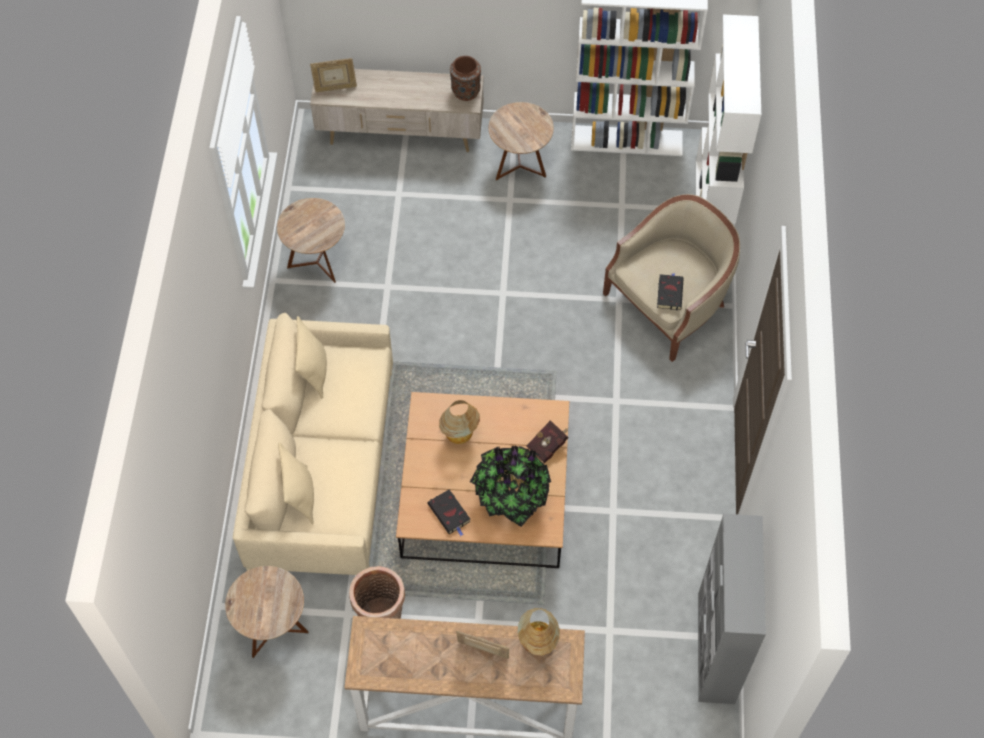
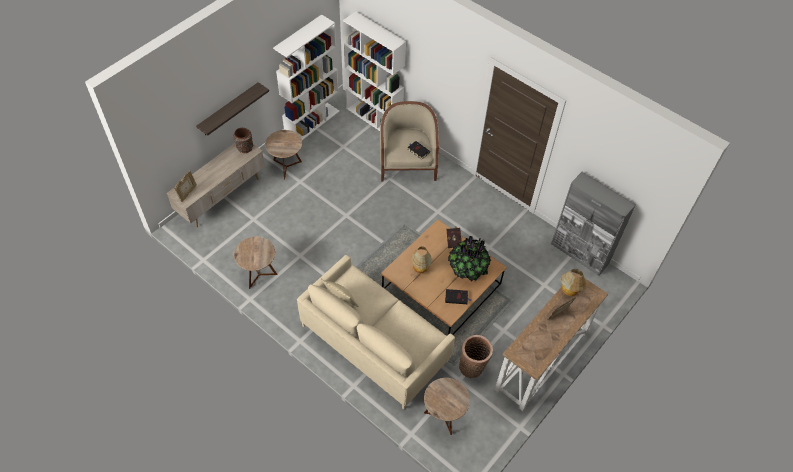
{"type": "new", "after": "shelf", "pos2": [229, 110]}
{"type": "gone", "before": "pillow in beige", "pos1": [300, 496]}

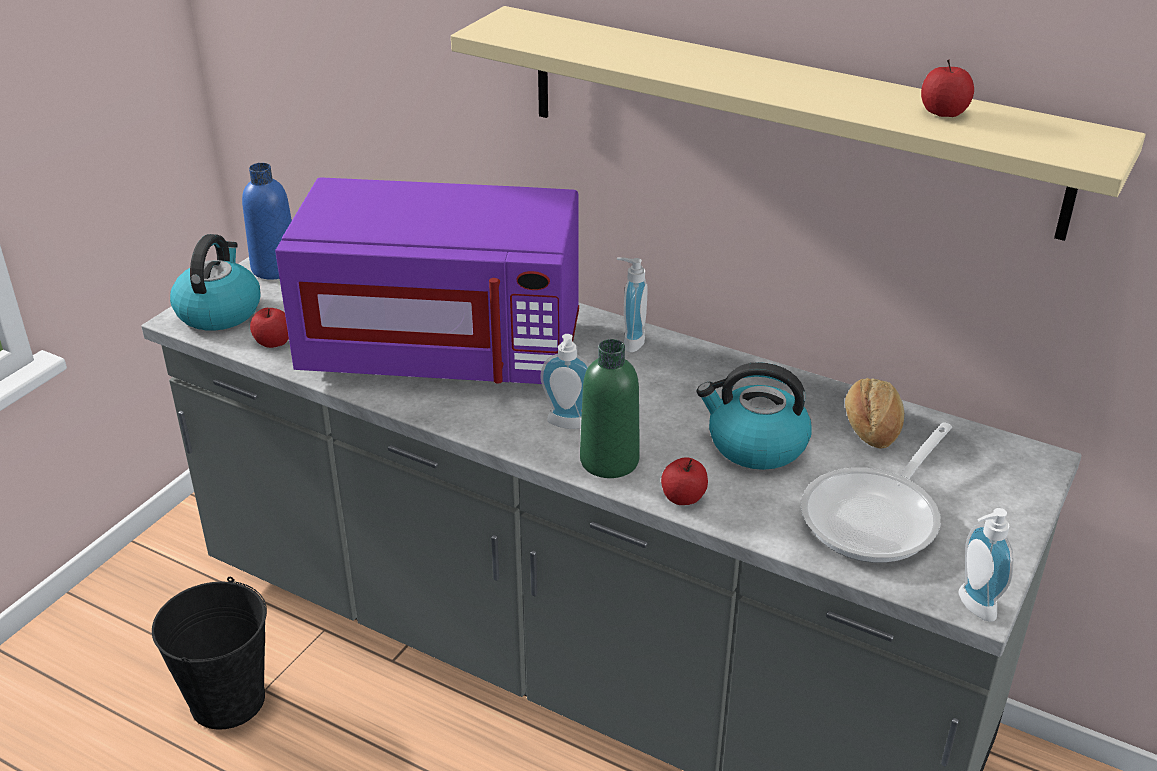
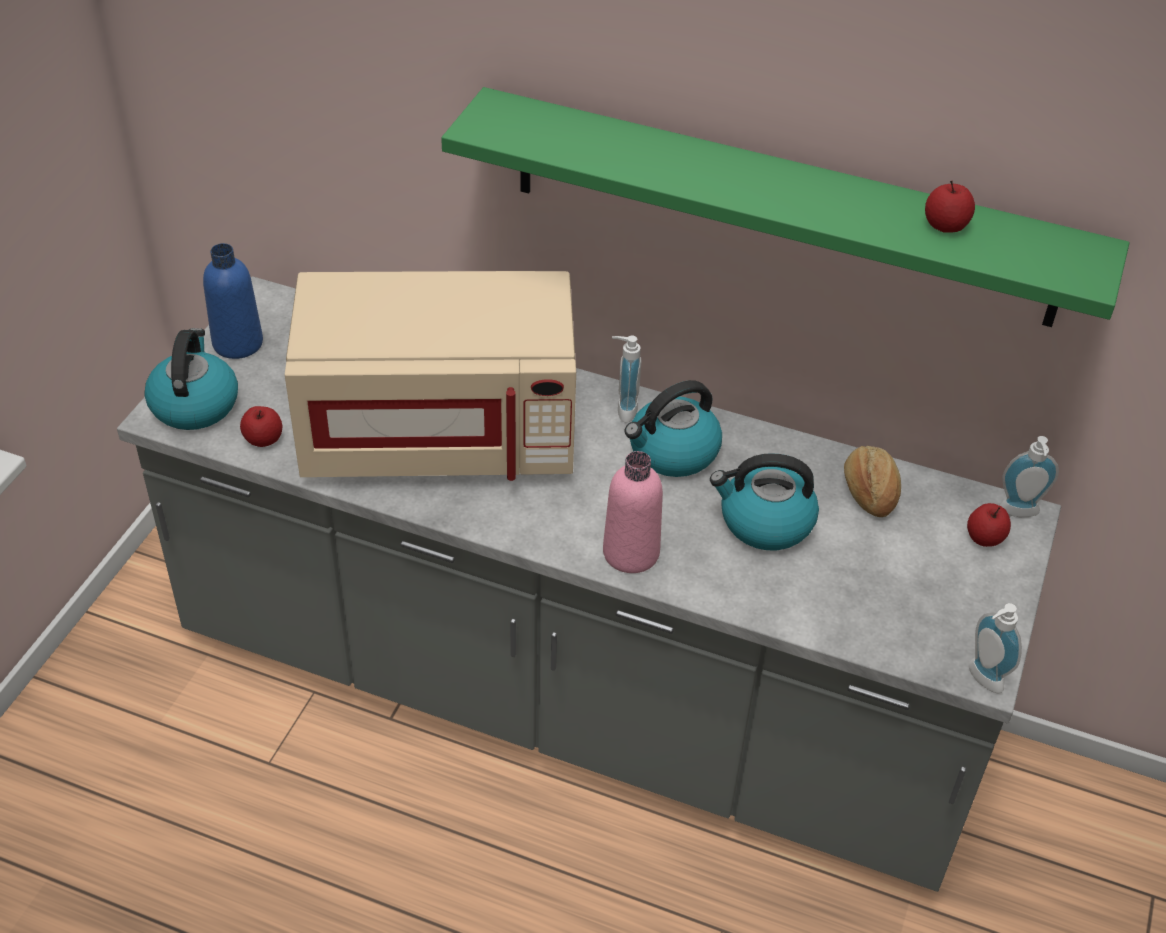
{"type": "repainted", "before": "microwave in purple", "after": "microwave in beige", "pos1": [444, 349], "pos2": [440, 434]}
{"type": "repainted", "before": "shelf in beige", "after": "shelf in green", "pos1": [785, 118], "pos2": [782, 208]}
{"type": "repainted", "before": "bottle in green", "after": "bottle in pink", "pos1": [609, 461], "pos2": [631, 553]}
{"type": "new", "after": "kettle", "pos2": [672, 452]}
{"type": "shifted", "before": "apple", "pos1": [683, 498], "pos2": [984, 538]}
{"type": "shifted", "before": "soap dispenser", "pos1": [566, 425], "pos2": [1019, 513]}
{"type": "gone", "before": "bucket in black", "pos1": [227, 700]}
{"type": "gone", "before": "frying pan", "pos1": [877, 516]}

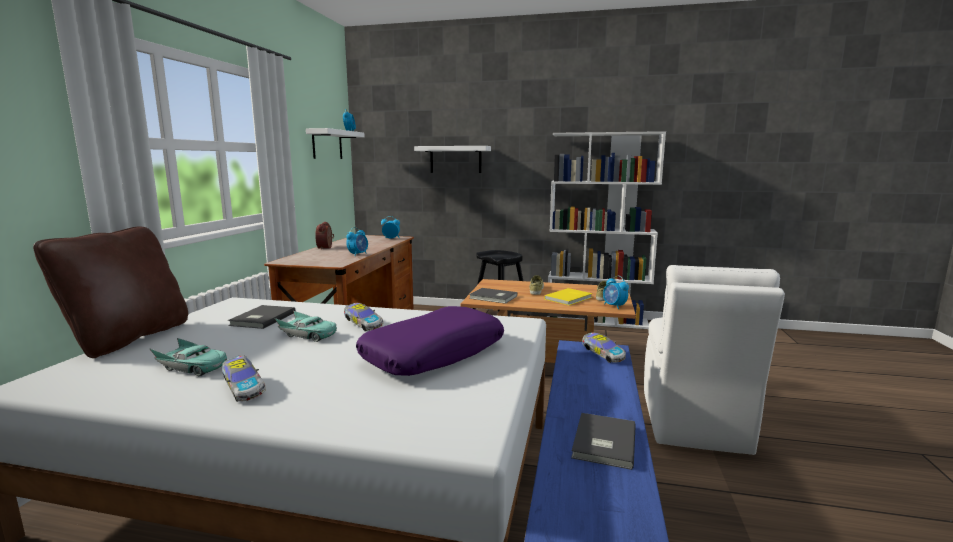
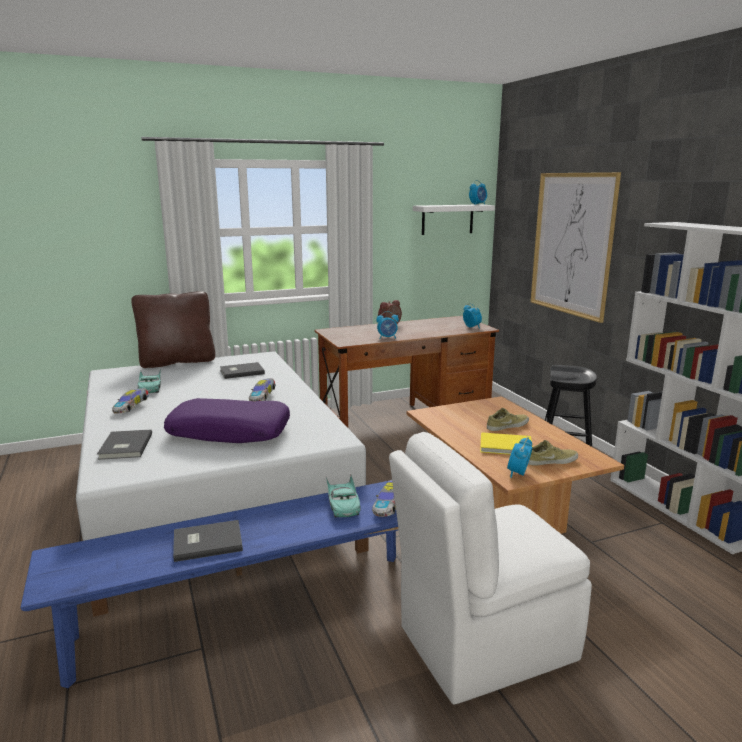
{"type": "shifted", "before": "book in grey", "pos1": [493, 297], "pos2": [124, 447]}
{"type": "shifted", "before": "toy car in turquoise", "pos1": [307, 335], "pos2": [343, 505]}
{"type": "swapped", "before": "shelf in white", "after": "picture", "pos1": [455, 159], "pos2": [572, 244]}

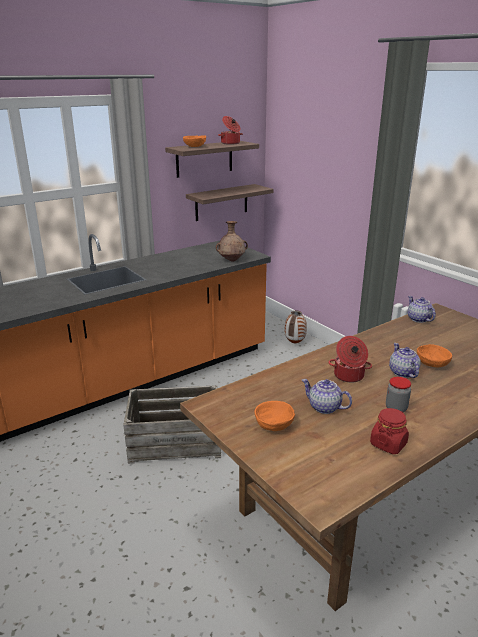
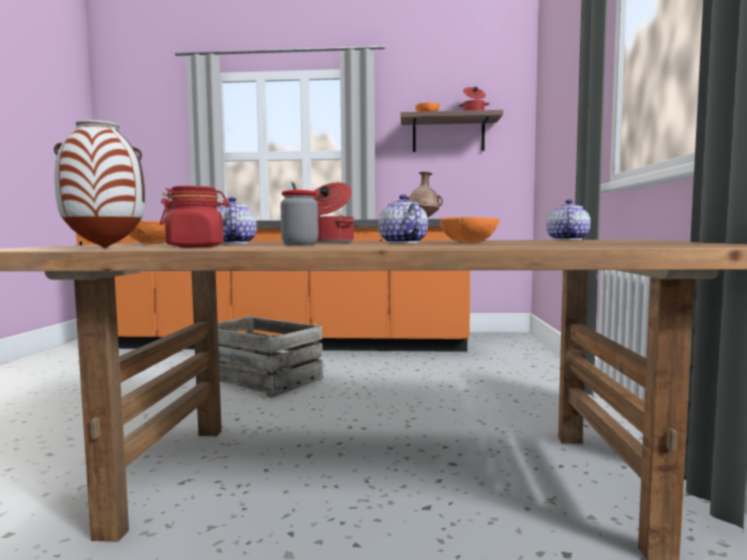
{"type": "shifted", "before": "vase", "pos1": [294, 343], "pos2": [106, 248]}
{"type": "rotated", "before": "teapot", "pos1": [403, 373], "pos2": [402, 242], "turn": -45}
{"type": "gone", "before": "shelf", "pos1": [221, 202]}

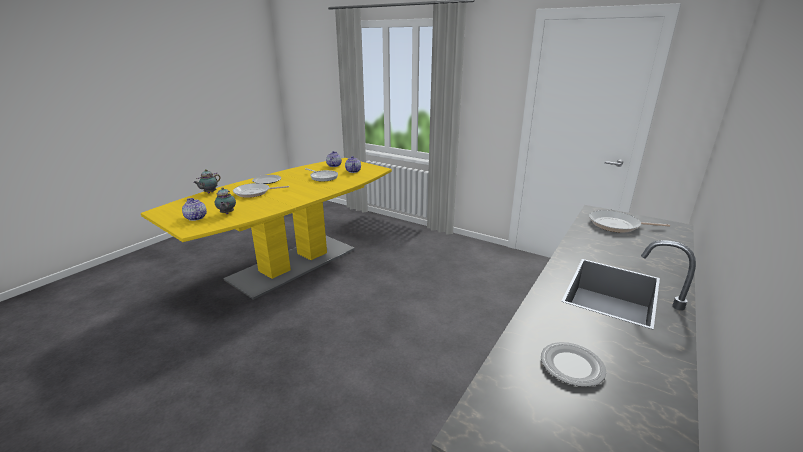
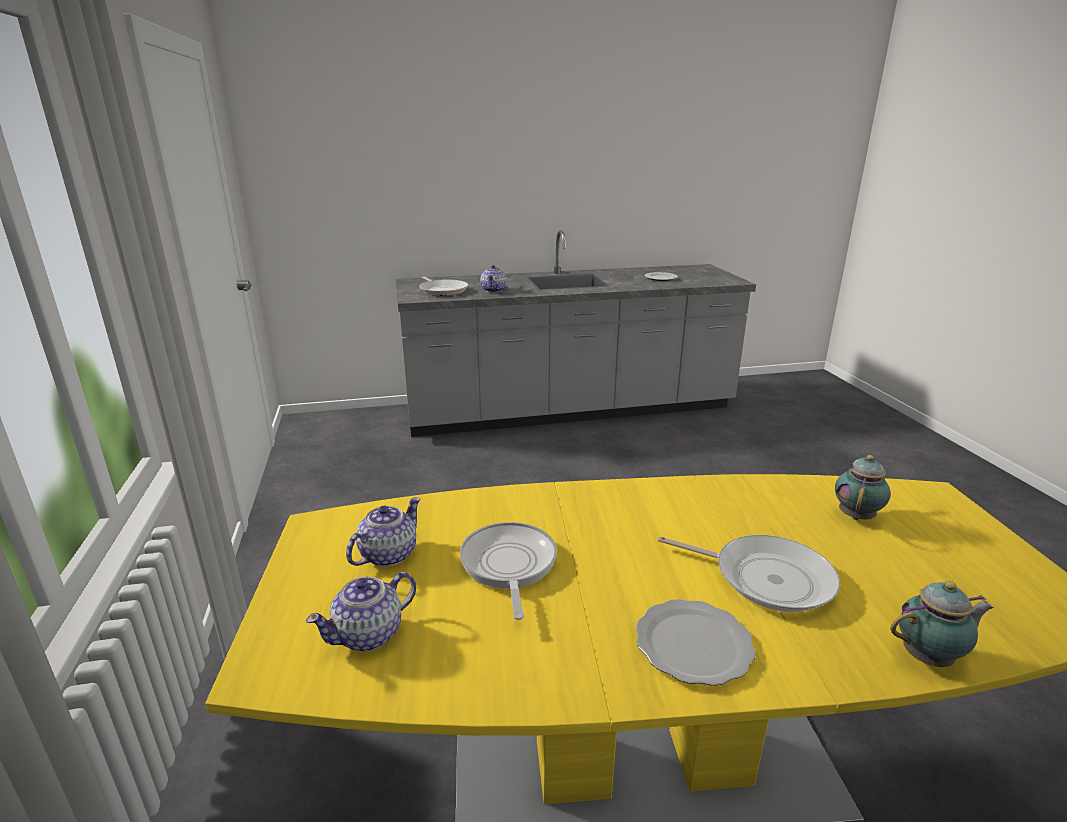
{"type": "shifted", "before": "teapot", "pos1": [195, 218], "pos2": [494, 290]}

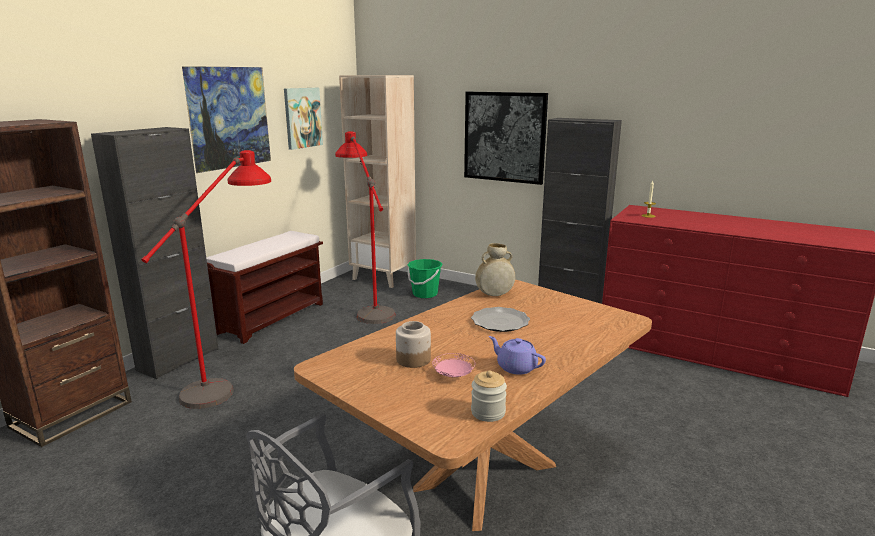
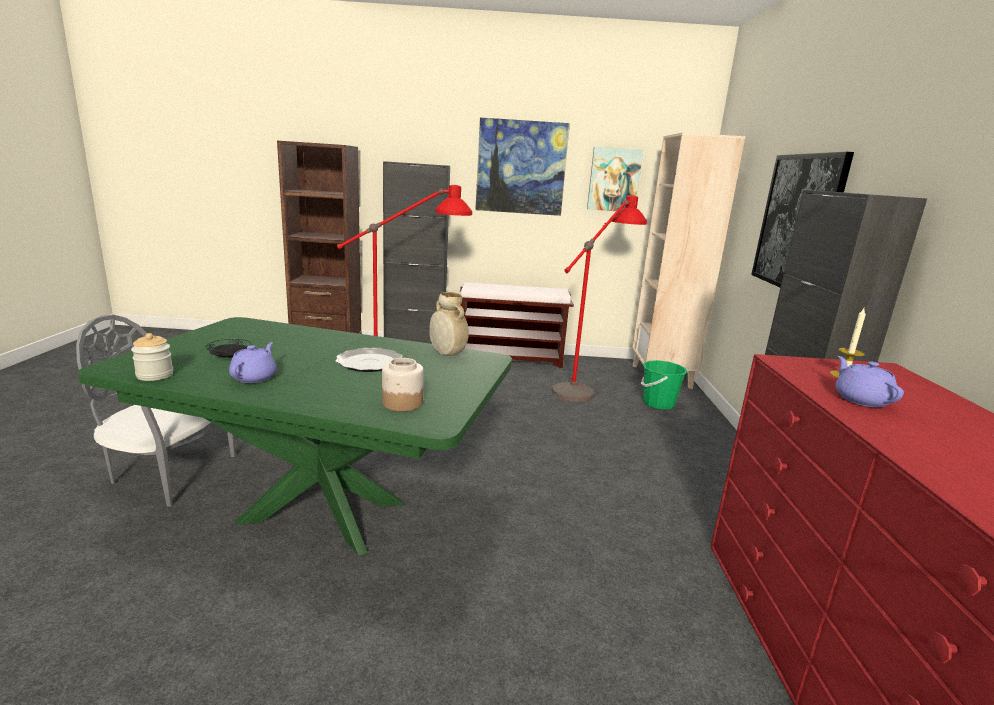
{"type": "repainted", "before": "dining table in brown", "after": "dining table in green", "pos1": [484, 476], "pos2": [322, 511]}
{"type": "repainted", "before": "plate in pink", "after": "plate in black", "pos1": [453, 376], "pos2": [229, 358]}
{"type": "shifted", "before": "jar", "pos1": [413, 360], "pos2": [402, 403]}
{"type": "new", "after": "teapot in purple", "pos2": [861, 399]}

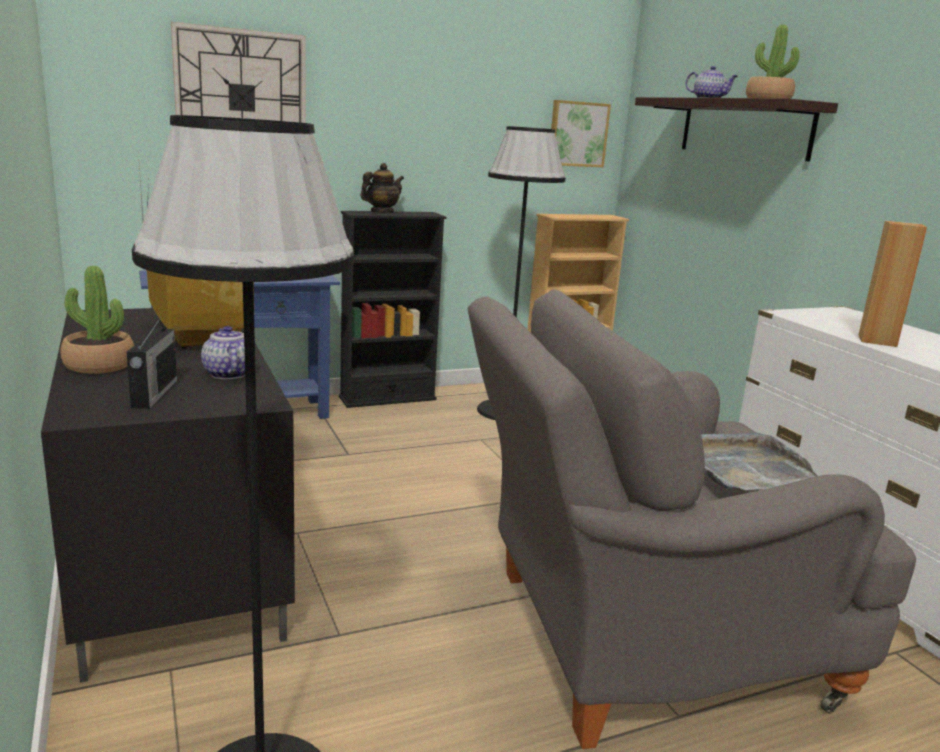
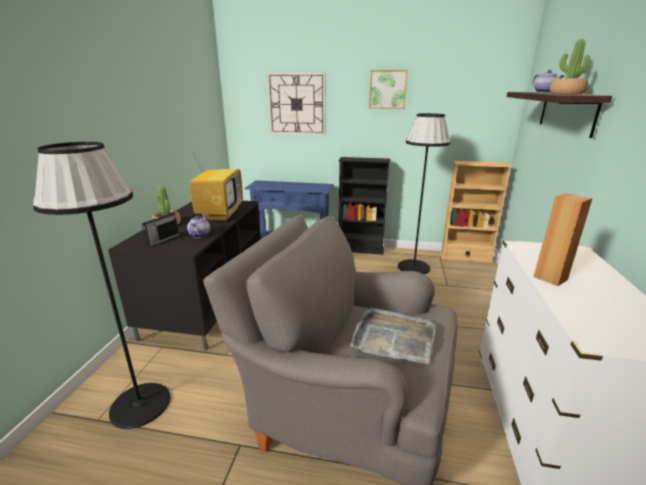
{"type": "shifted", "before": "picture", "pos1": [577, 134], "pos2": [388, 89]}
{"type": "gone", "before": "teapot", "pos1": [381, 212]}

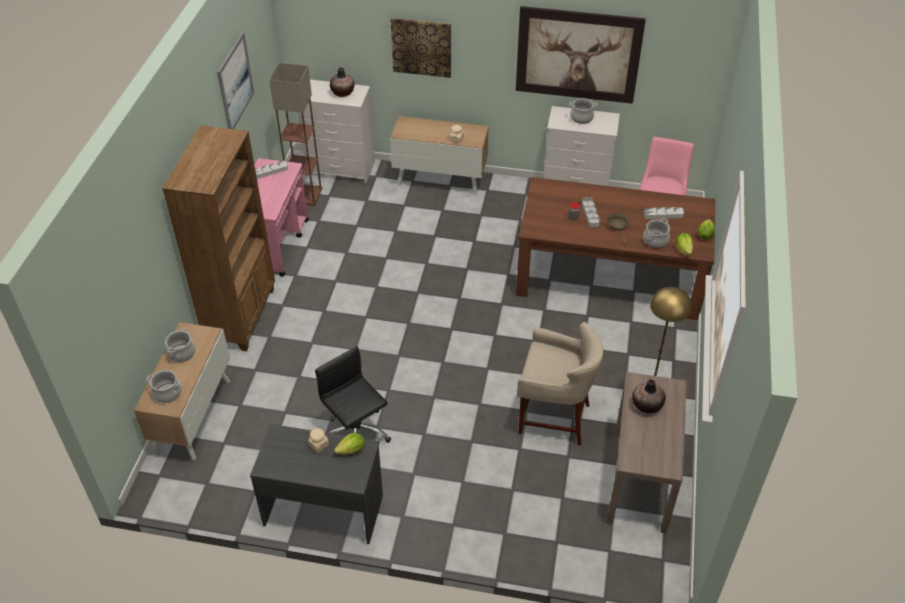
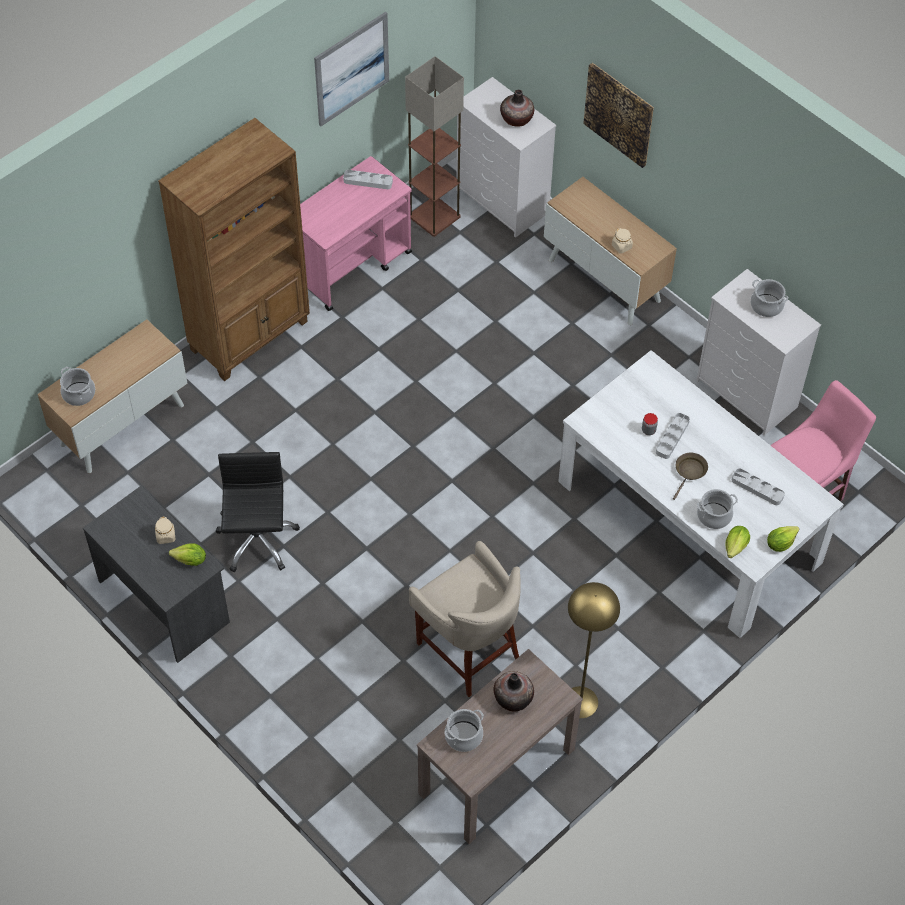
{"type": "shifted", "before": "cooking pot", "pos1": [181, 353], "pos2": [463, 736]}
{"type": "repainted", "before": "dining table in brown", "after": "dining table in white", "pos1": [609, 276], "pos2": [688, 521]}
{"type": "gone", "before": "picture", "pos1": [578, 55]}

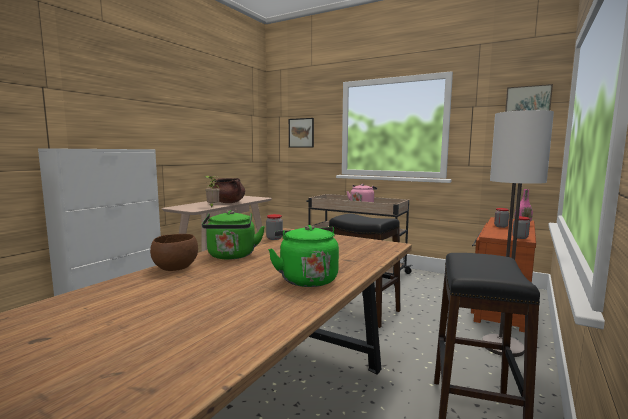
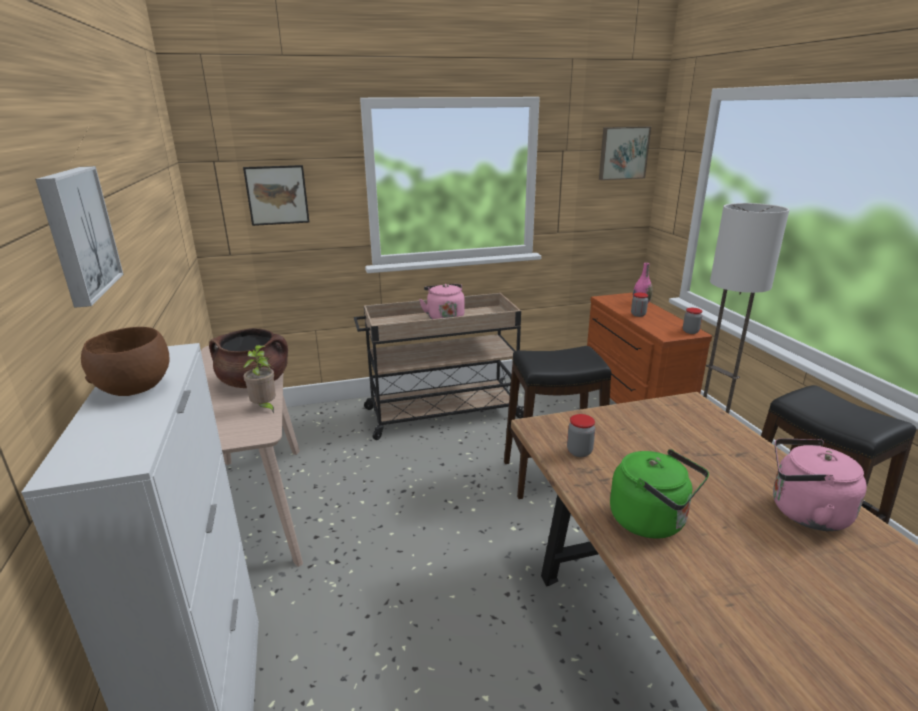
{"type": "new", "after": "picture", "pos2": [77, 233]}
{"type": "shifted", "before": "bowl in brown", "pos1": [175, 268], "pos2": [135, 388]}
{"type": "repainted", "before": "kettle in green", "after": "kettle in pink", "pos1": [306, 279], "pos2": [803, 512]}

